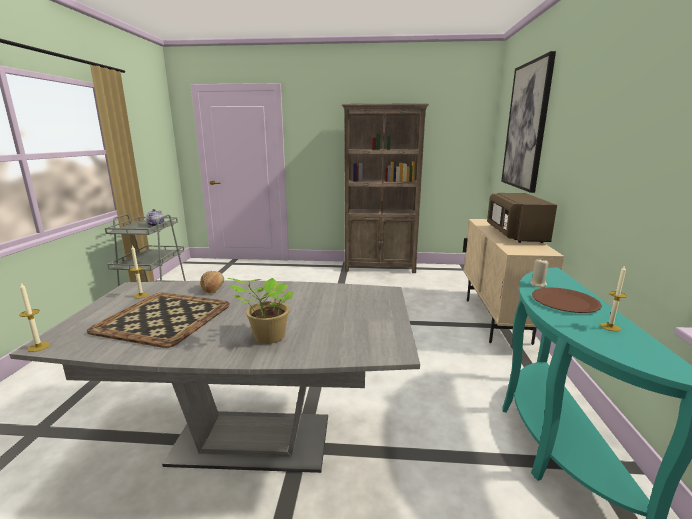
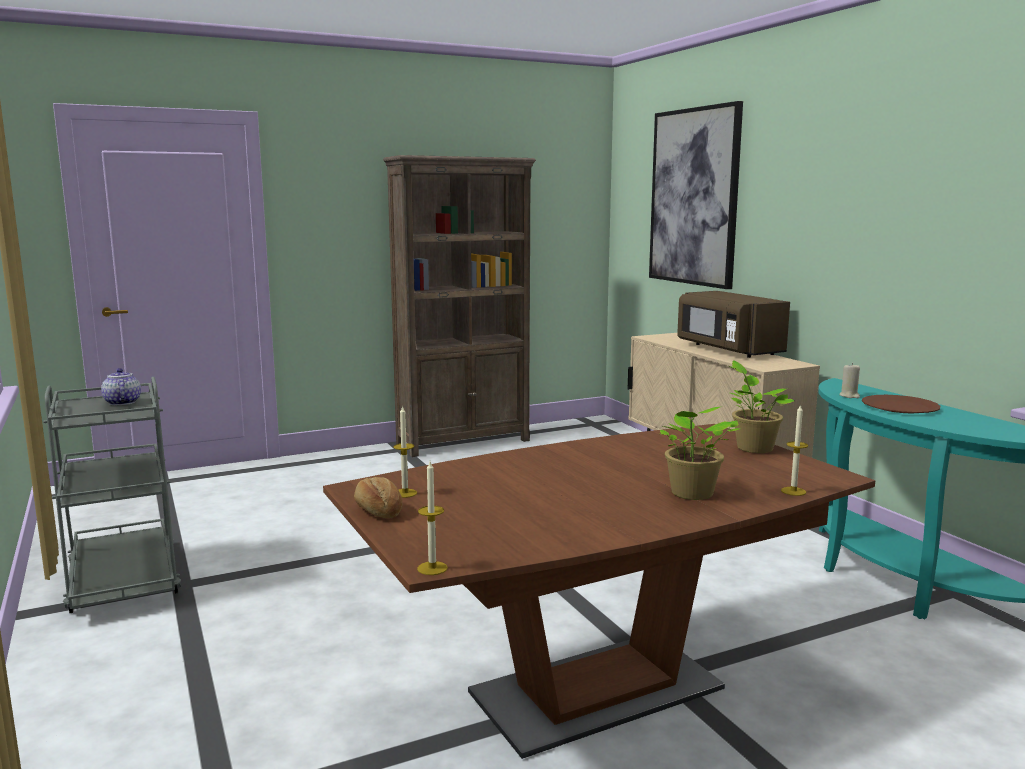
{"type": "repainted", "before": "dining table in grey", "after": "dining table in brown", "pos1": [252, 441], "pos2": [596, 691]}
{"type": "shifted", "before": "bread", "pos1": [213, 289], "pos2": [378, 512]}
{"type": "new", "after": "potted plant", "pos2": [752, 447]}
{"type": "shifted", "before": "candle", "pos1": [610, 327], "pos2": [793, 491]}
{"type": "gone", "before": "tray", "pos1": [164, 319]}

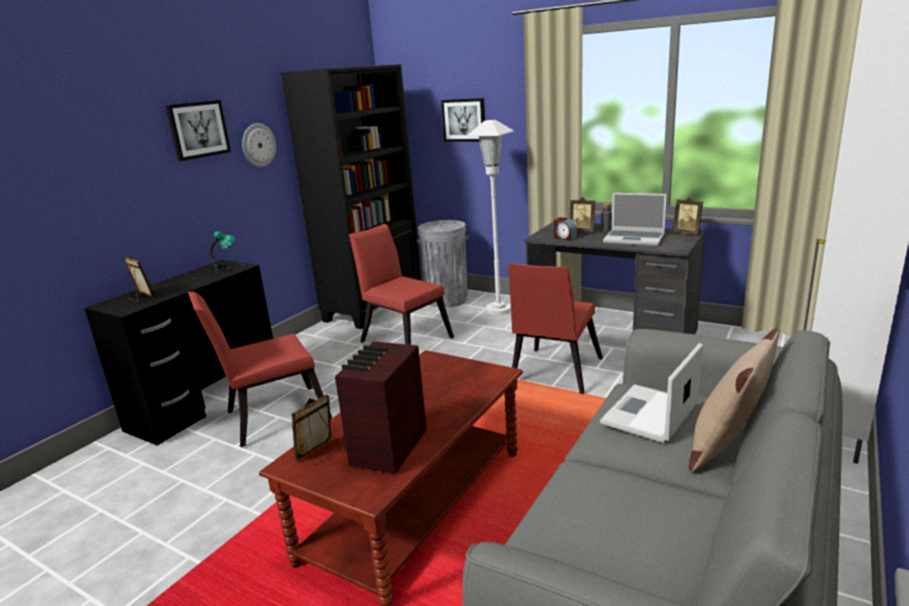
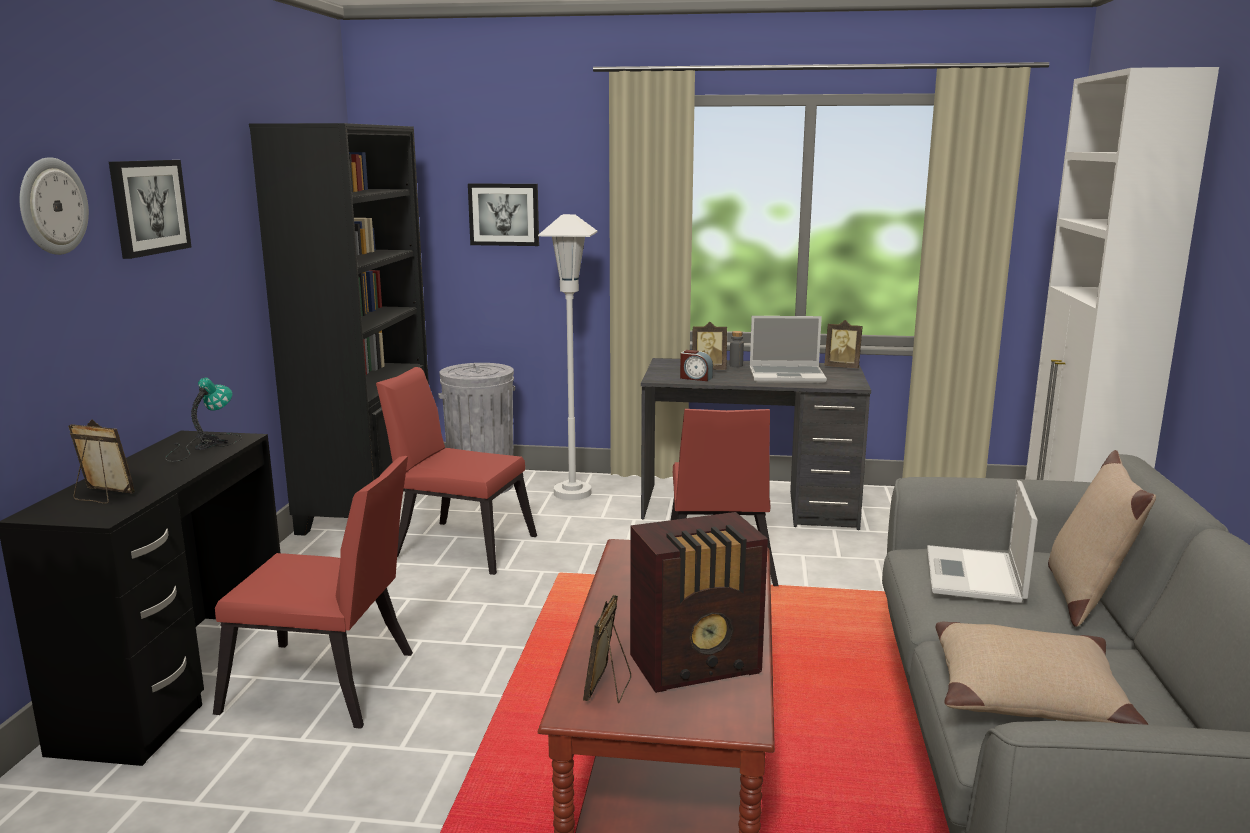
{"type": "shifted", "before": "wall clock", "pos1": [258, 145], "pos2": [52, 206]}
{"type": "rotated", "before": "chair in red", "pos1": [270, 417], "pos2": [329, 686], "turn": -120}
{"type": "rotated", "before": "radio", "pos1": [387, 449], "pos2": [698, 666], "turn": -105}
{"type": "new", "after": "pillow in beige", "pos2": [1027, 694]}

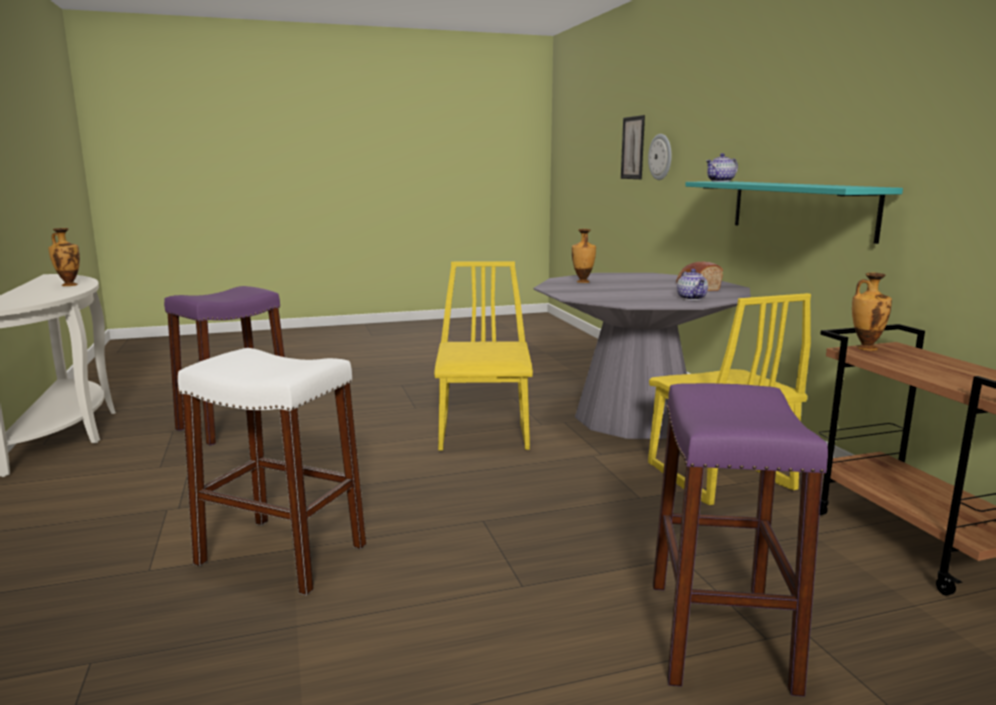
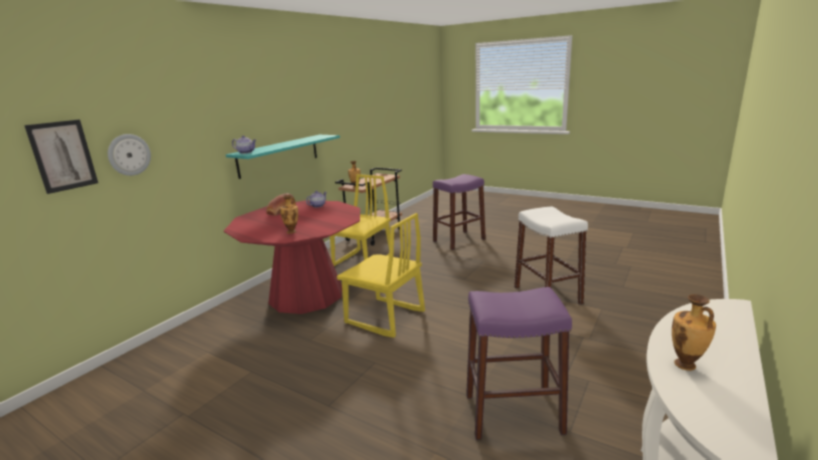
{"type": "repainted", "before": "dining table in grey", "after": "dining table in red", "pos1": [635, 417], "pos2": [306, 295]}
{"type": "rotated", "before": "chair in yellow", "pos1": [485, 433], "pos2": [384, 318], "turn": -105}

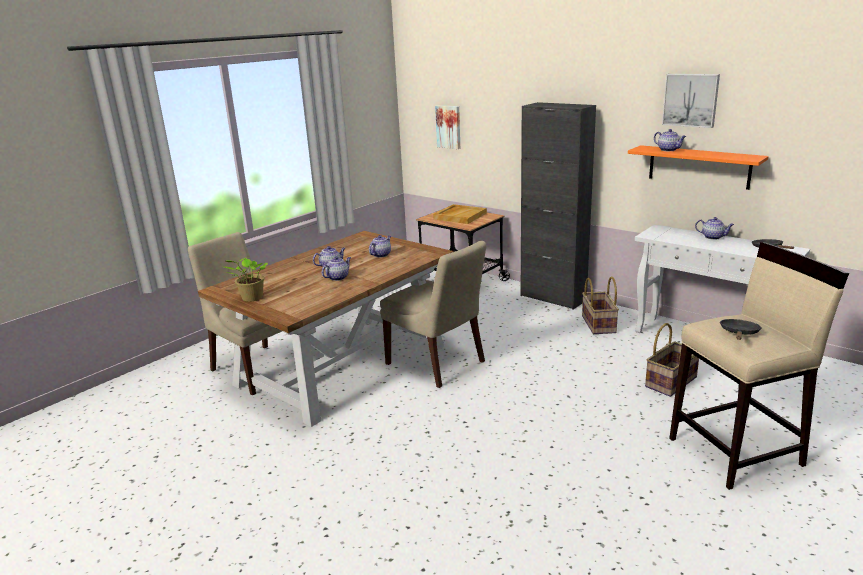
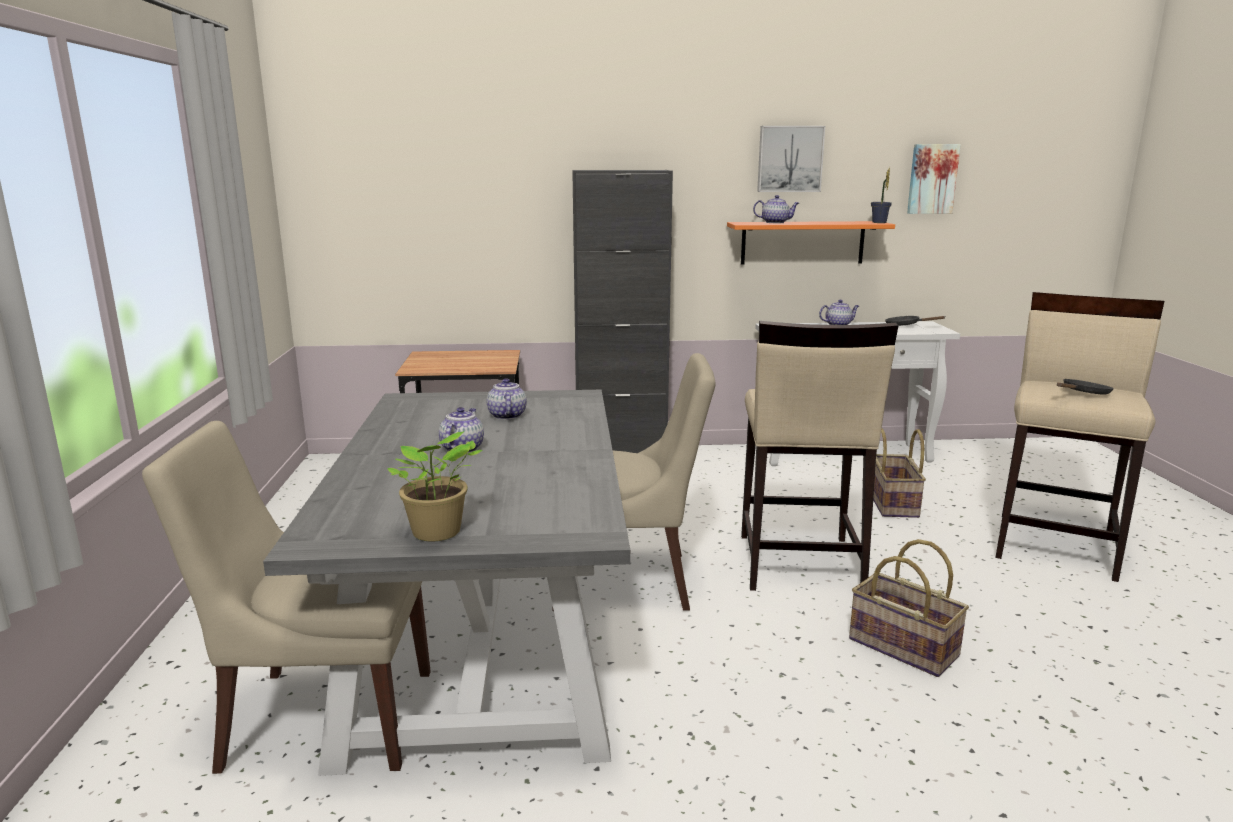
{"type": "repainted", "before": "dining table in brown", "after": "dining table in grey", "pos1": [343, 364], "pos2": [485, 640]}
{"type": "new", "after": "stool in beige", "pos2": [798, 564]}
{"type": "shifted", "before": "basket", "pos1": [597, 324], "pos2": [902, 648]}
{"type": "new", "after": "potted plant", "pos2": [879, 222]}
{"type": "shifted", "before": "picture", "pos1": [449, 126], "pos2": [932, 179]}
{"type": "rotated", "before": "frying pan in black", "pos1": [739, 333], "pos2": [1083, 393], "turn": 75}
{"type": "gone", "before": "teapot", "pos1": [338, 277]}
{"type": "gone", "before": "tray in beige", "pos1": [460, 216]}

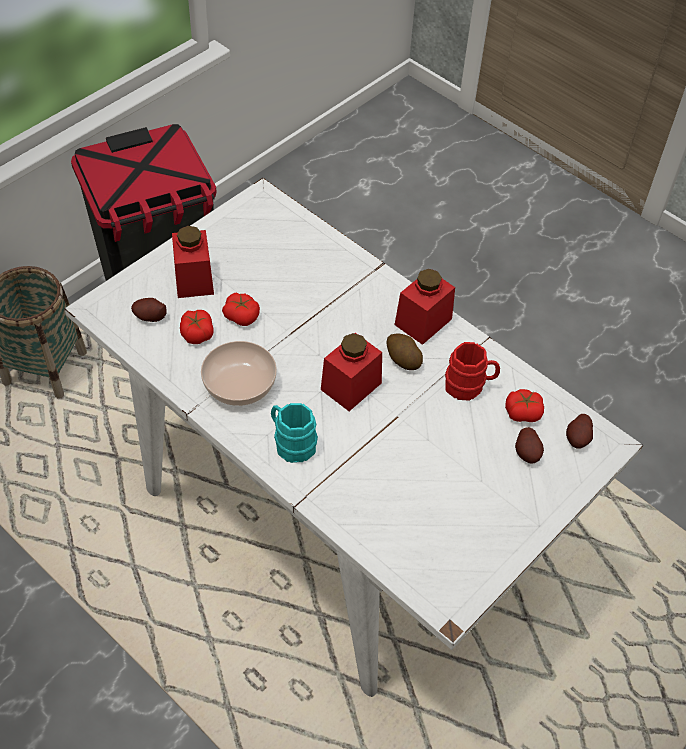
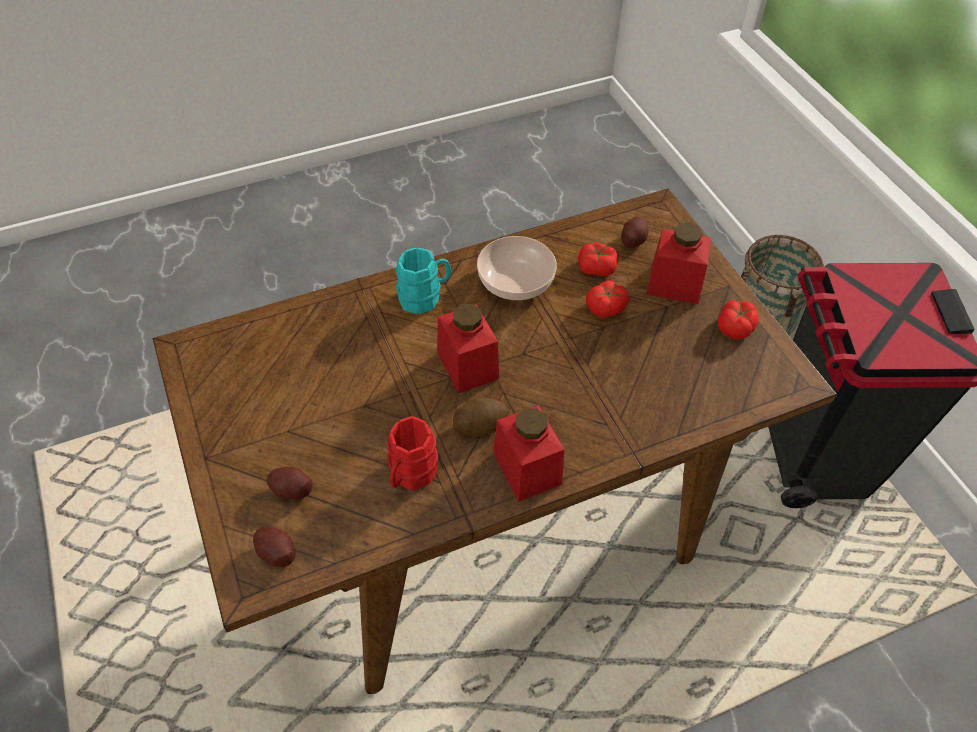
{"type": "repainted", "before": "dining table in white", "after": "dining table in brown", "pos1": [335, 518], "pos2": [485, 520]}
{"type": "shifted", "before": "tomato", "pos1": [522, 412], "pos2": [735, 327]}

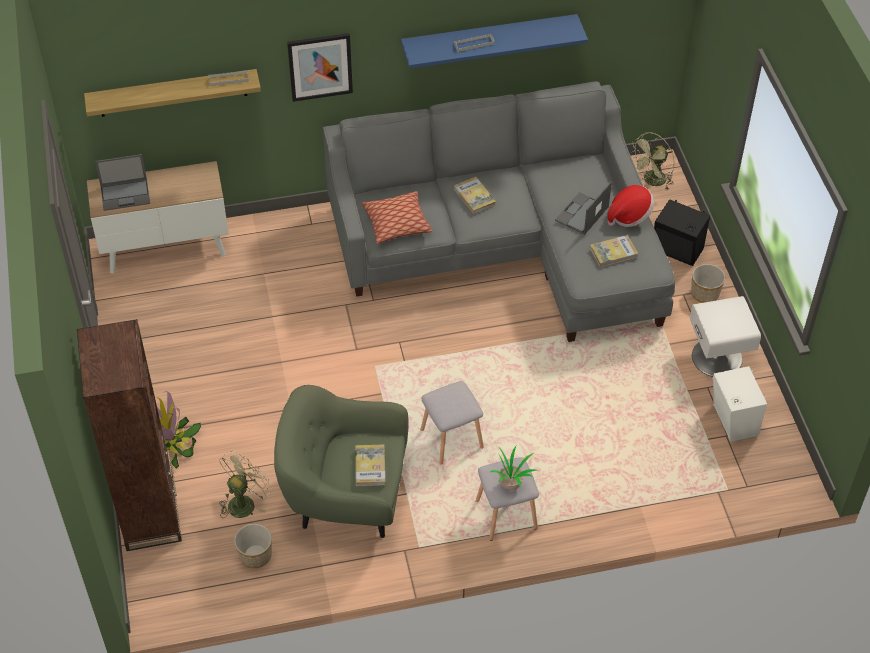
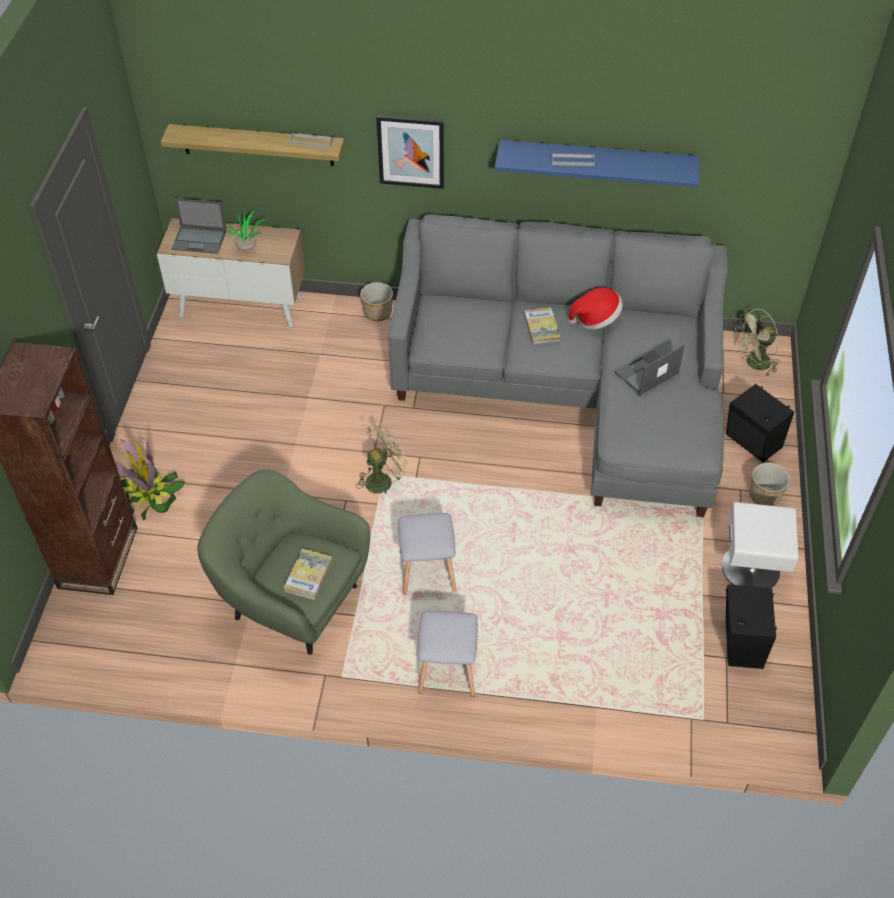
{"type": "shifted", "before": "potted plant", "pos1": [511, 483], "pos2": [248, 248]}
{"type": "shifted", "before": "fan in green", "pos1": [244, 502], "pos2": [383, 479]}
{"type": "shifted", "before": "planter", "pos1": [255, 555], "pos2": [378, 312]}
{"type": "shifted", "before": "hat", "pos1": [629, 215], "pos2": [596, 319]}
{"type": "repainted", "before": "speaker in white", "after": "speaker in black", "pos1": [733, 421], "pos2": [740, 643]}
{"type": "gone", "before": "pillow", "pos1": [397, 223]}
{"type": "gone", "before": "book", "pos1": [613, 252]}

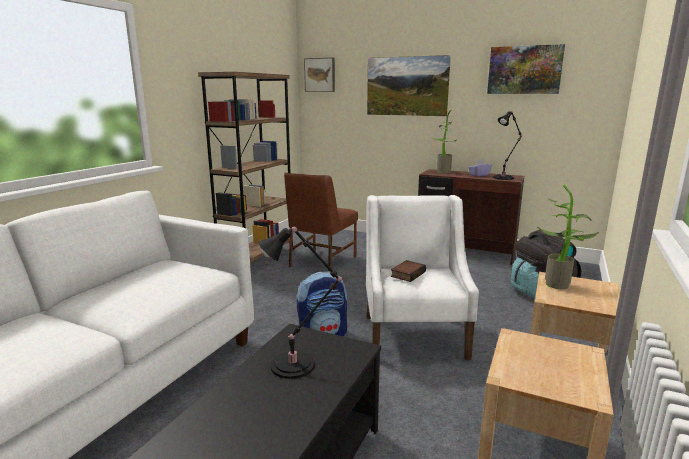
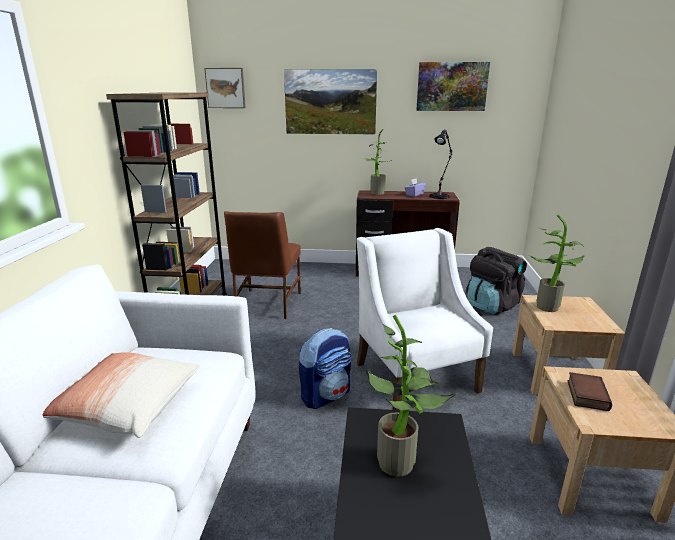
{"type": "new", "after": "pillow", "pos2": [127, 407]}
{"type": "swapped", "before": "table lamp in black", "after": "potted plant", "pos1": [297, 365], "pos2": [401, 461]}
{"type": "shifted", "before": "book", "pos1": [407, 274], "pos2": [585, 394]}

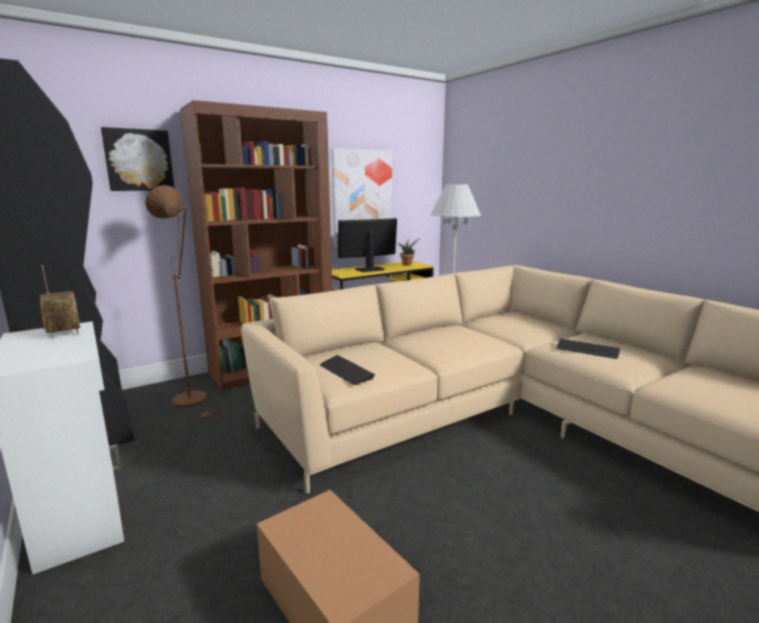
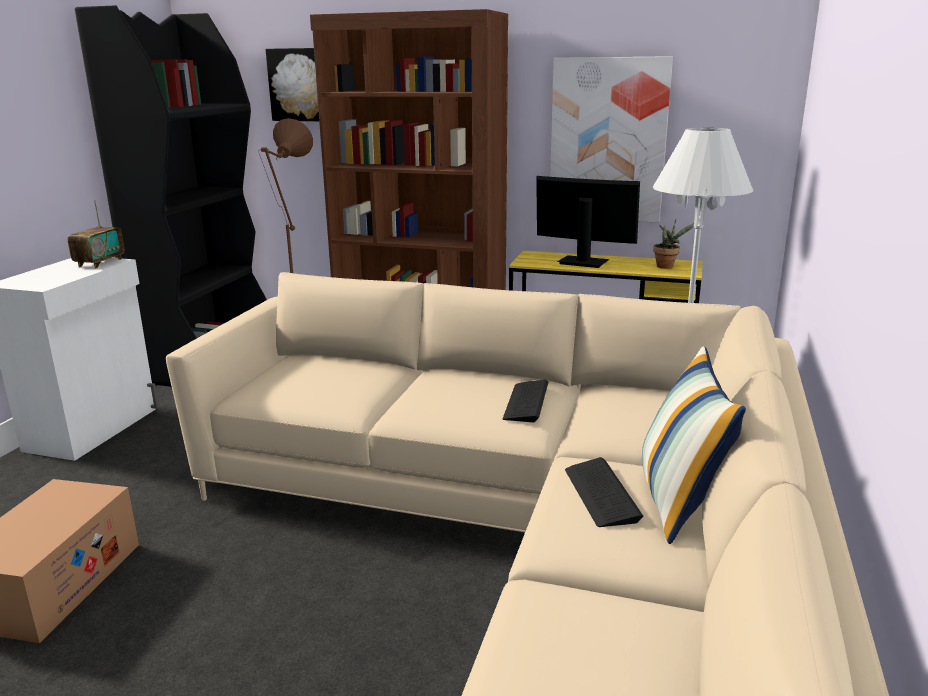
{"type": "shifted", "before": "keyboard", "pos1": [346, 371], "pos2": [526, 402]}
{"type": "new", "after": "pillow", "pos2": [680, 501]}

